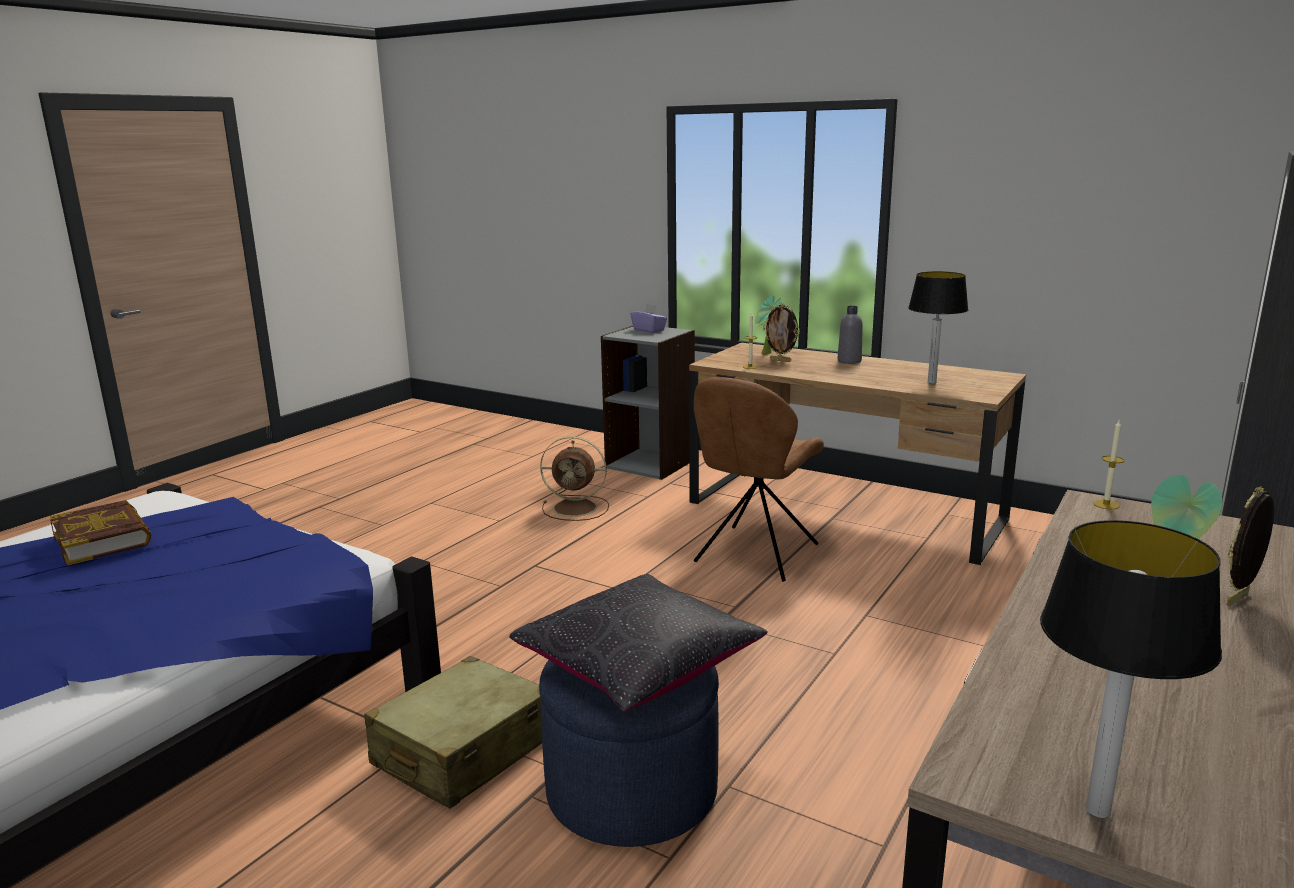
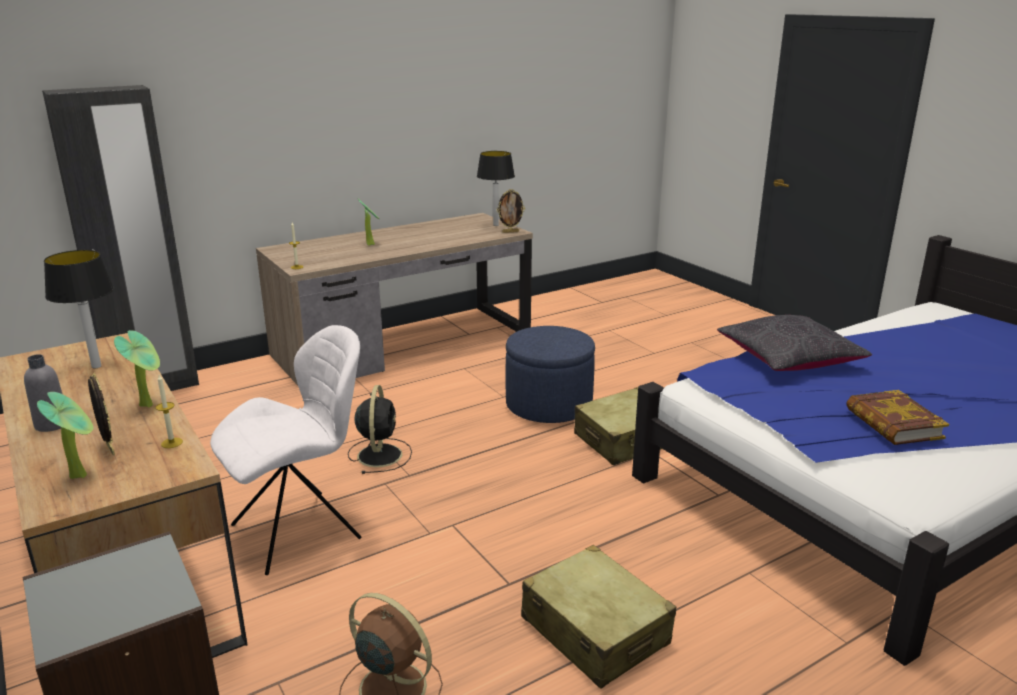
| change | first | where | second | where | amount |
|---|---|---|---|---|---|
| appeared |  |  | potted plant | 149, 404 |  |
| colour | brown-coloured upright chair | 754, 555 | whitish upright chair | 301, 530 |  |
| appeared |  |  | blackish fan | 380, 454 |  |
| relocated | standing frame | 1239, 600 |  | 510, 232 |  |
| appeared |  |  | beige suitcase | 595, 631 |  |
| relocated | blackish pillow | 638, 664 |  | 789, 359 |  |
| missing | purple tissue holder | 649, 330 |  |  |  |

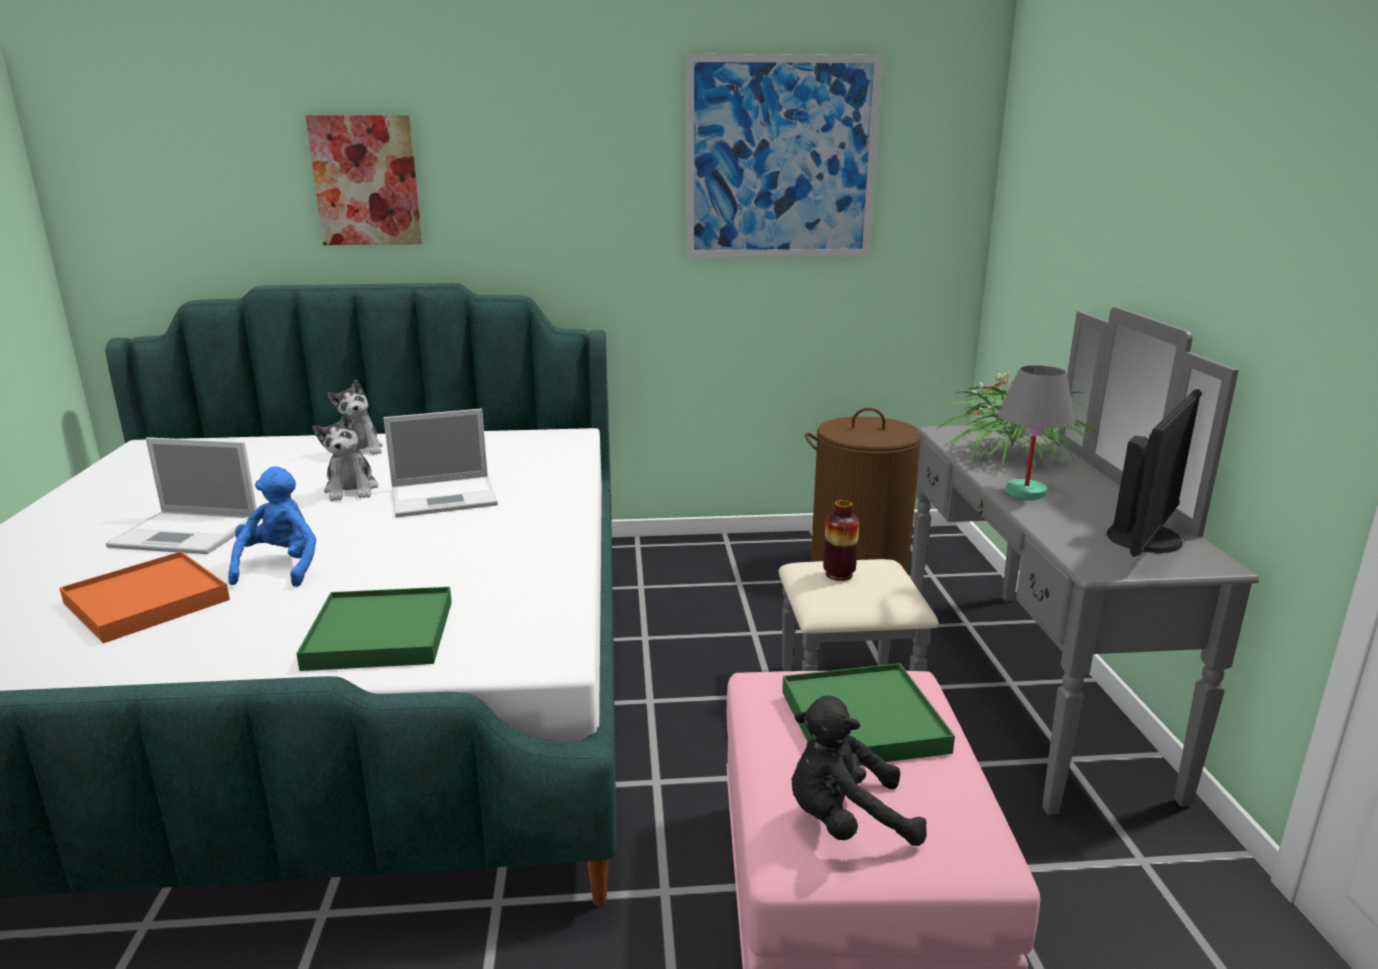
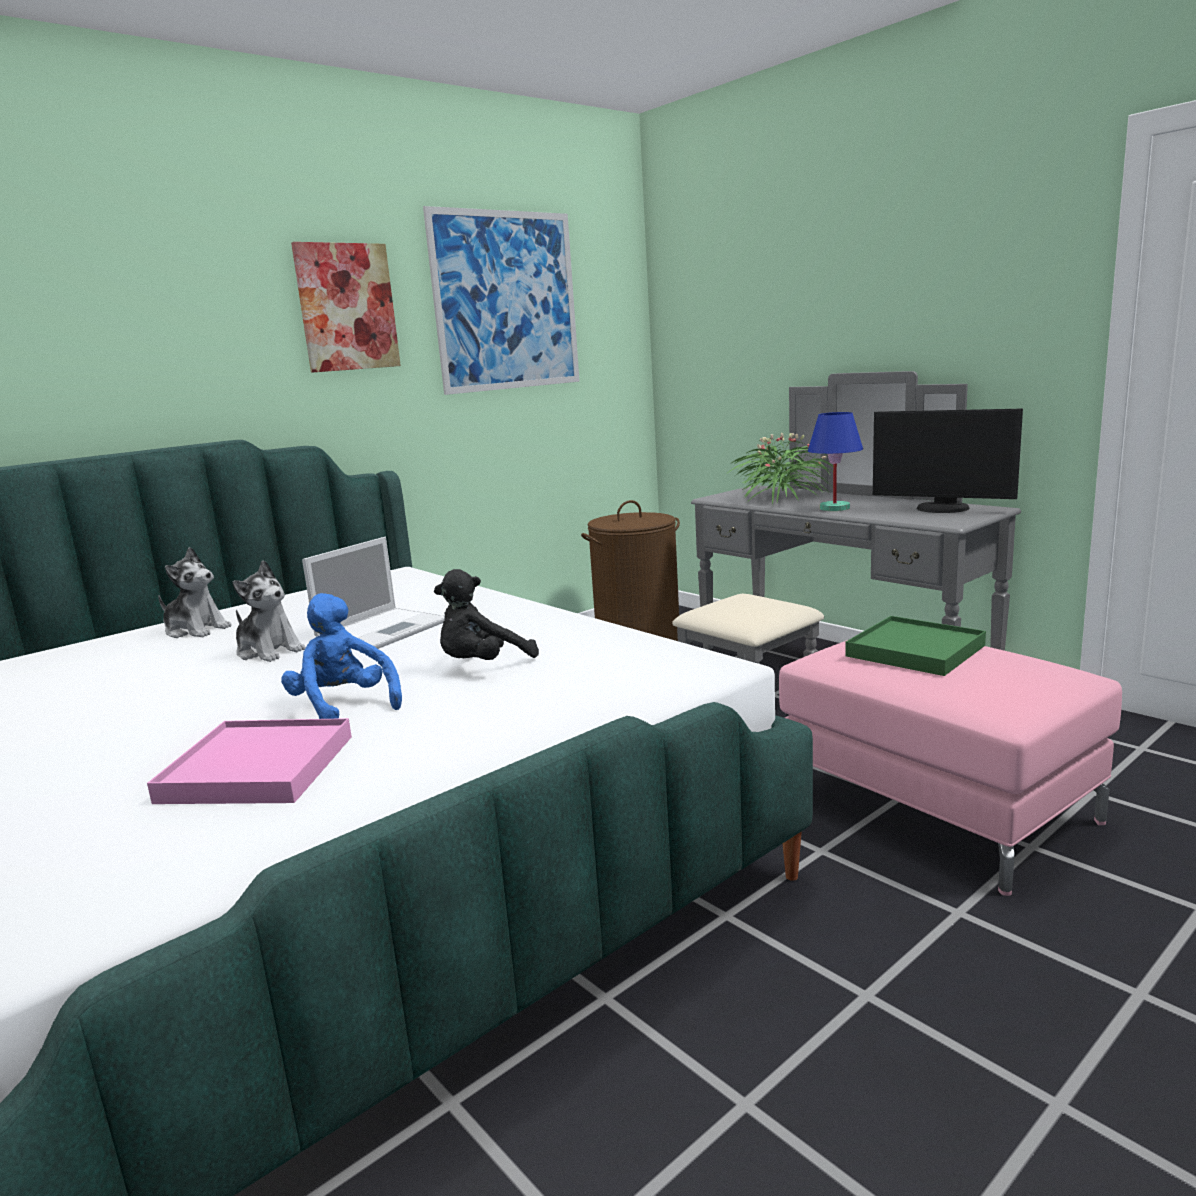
| change | first | where | second | where | amount |
|---|---|---|---|---|---|
| colour | orange tray | 146, 601 | pink-coloured tray | 257, 769 |  |
| relocated | wall picture | 366, 181 |  | 347, 307 |  |
| relocated | blackish cuddly toy | 845, 821 |  | 482, 665 |  |
| colour | greyish table lamp | 1026, 492 | blue-coloured table lamp | 835, 508 |  |
| spun | monitor | 1147, 539 |  | 942, 509 | 120 degrees clockwise |
| missing | notebook computer | 188, 533 |  |  |  |
| missing | greenish tray | 380, 635 |  |  |  |
| missing | decorative vase | 839, 574 |  |  |  |

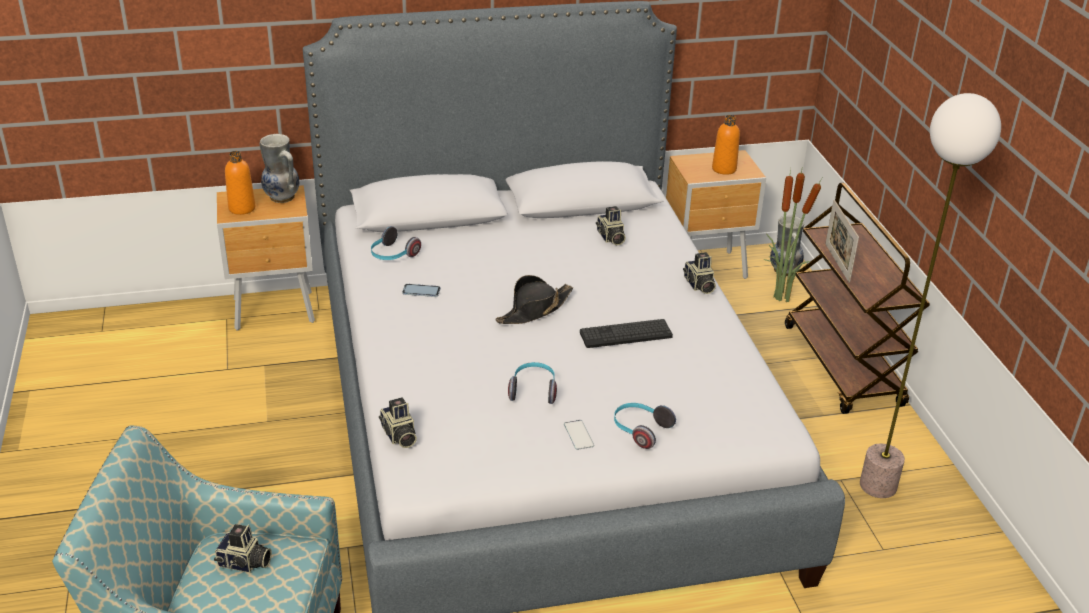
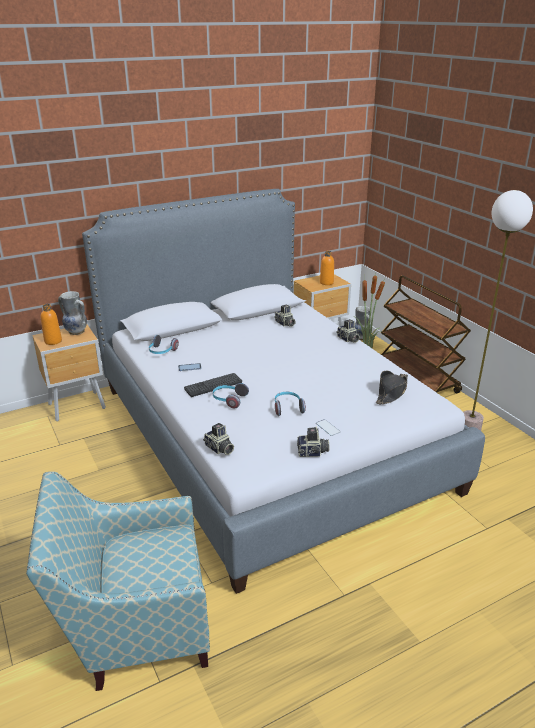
| change | first | where | second | where | amount |
|---|---|---|---|---|---|
| relocated | keyboard | 625, 334 |  | 213, 385 |  |
| relocated | headphones | 640, 430 |  | 229, 400 |  |
| relocated | photo camera | 244, 563 |  | 312, 452 |  |
| relocated | blackish wearable hat | 534, 310 |  | 391, 392 |  |
| missing | standing frame | 837, 262 |  |  |  |

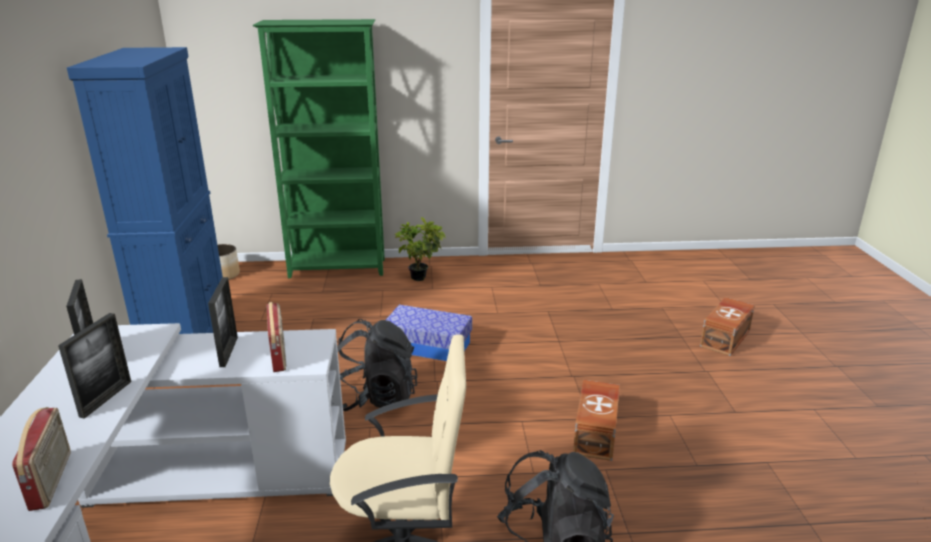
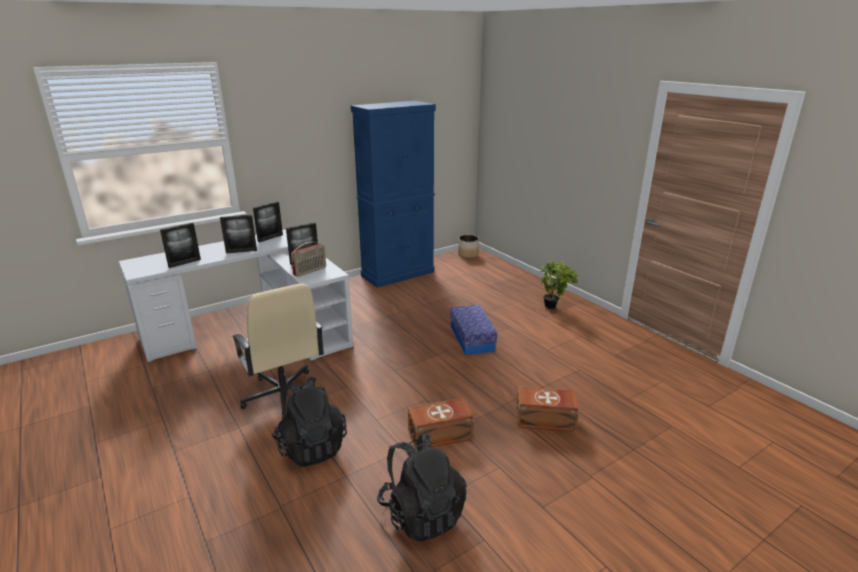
| change | first | where | second | where | amount |
|---|---|---|---|---|---|
| exchanged | radio | 52, 480 | standing frame | 184, 263 |  |
| relocated | blackish knapsack | 375, 398 |  | 421, 513 |  |
| relocated | brown-coloured storage container | 726, 338 |  | 546, 420 |  |
| missing | greenish bookcase | 338, 269 |  |  |  |

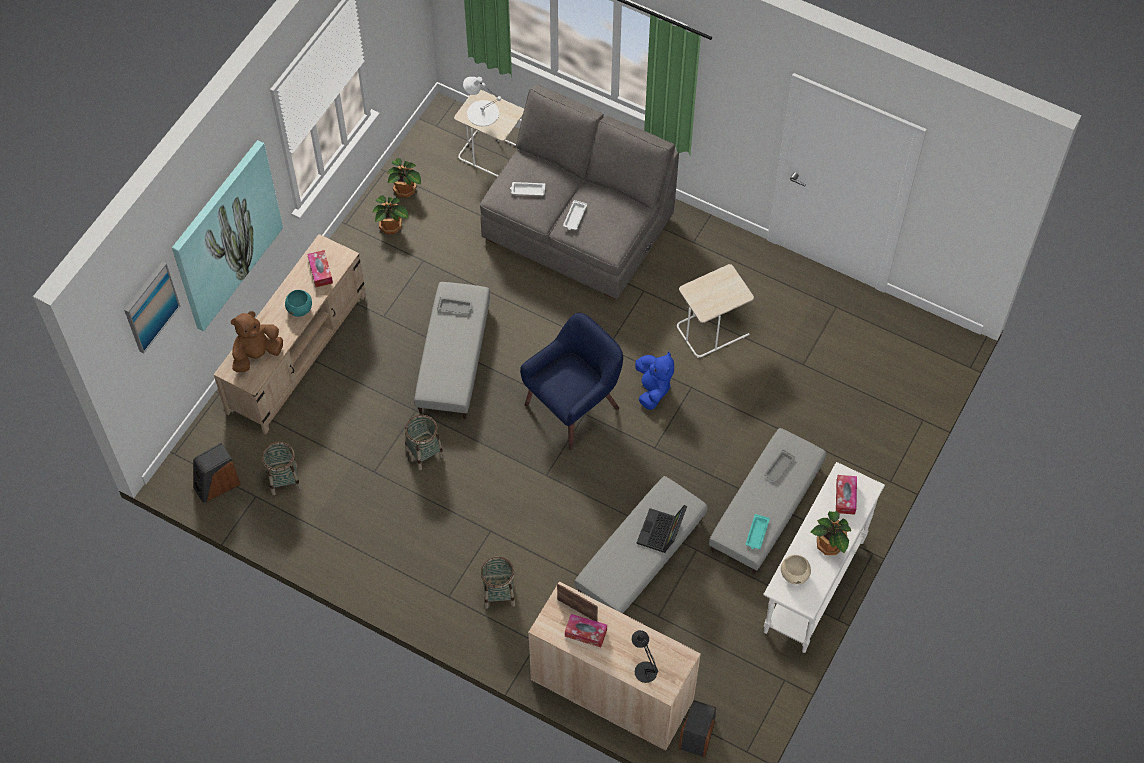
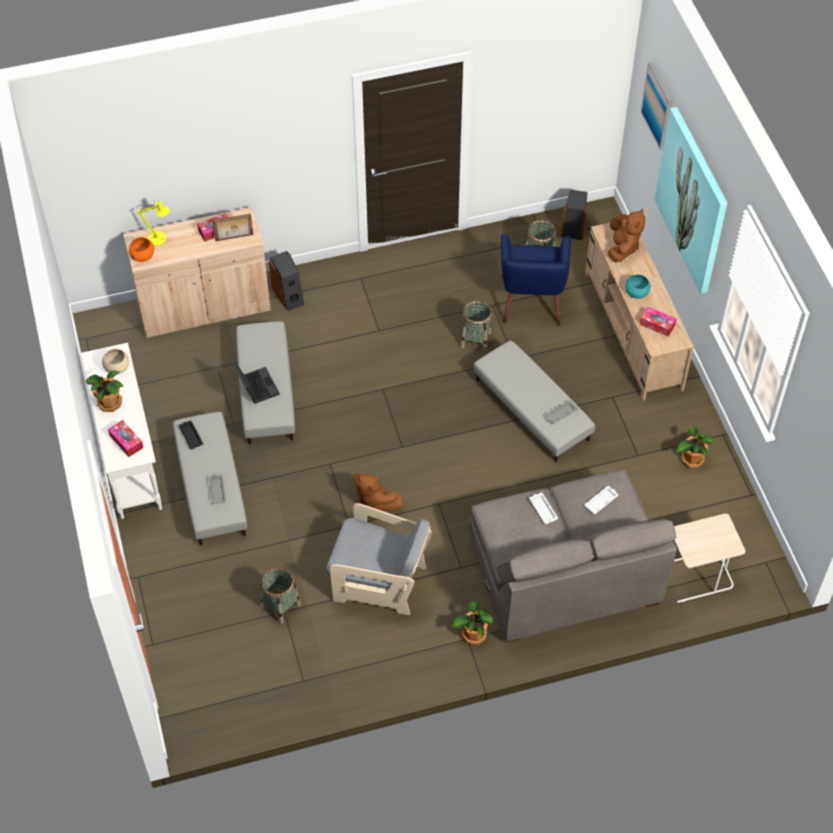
| change | first | where | second | where | amount |
|---|---|---|---|---|---|
| appeared |  |  | orange deep dish | 143, 256 |  |
| colour | blackish table lamp | 644, 669 | yellow-coloured table lamp | 159, 239 |  |
| colour | blue-green tray | 757, 533 | blackish tray | 190, 436 |  |
| relocated | household basket | 499, 593 |  | 280, 606 |  |
| relocated | speaker | 697, 733 |  | 288, 295 |  |
| exchanged | beige end table | 712, 329 | greyish lounge chair | 379, 581 |  |
| colour | blue-coloured cuddly toy | 653, 389 | brown-coloured cuddly toy | 374, 501 |  |
| relocated | potted plant | 405, 190 |  | 473, 634 |  |
| relocated | blue-coloured lounge chair | 573, 406 |  | 531, 301 |  |
| missing | whitish table lamp | 482, 113 |  |  |  |

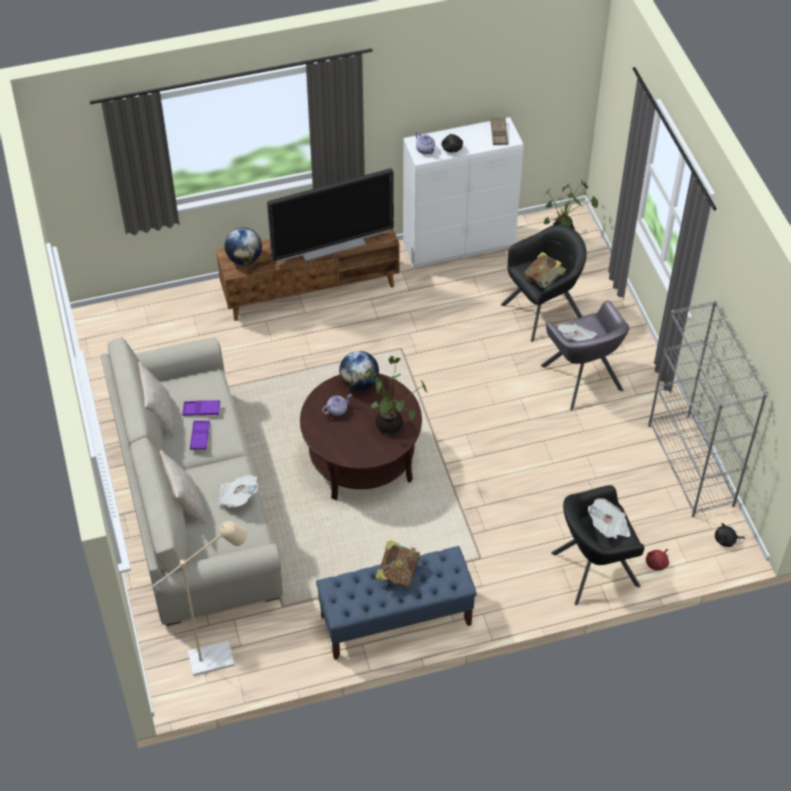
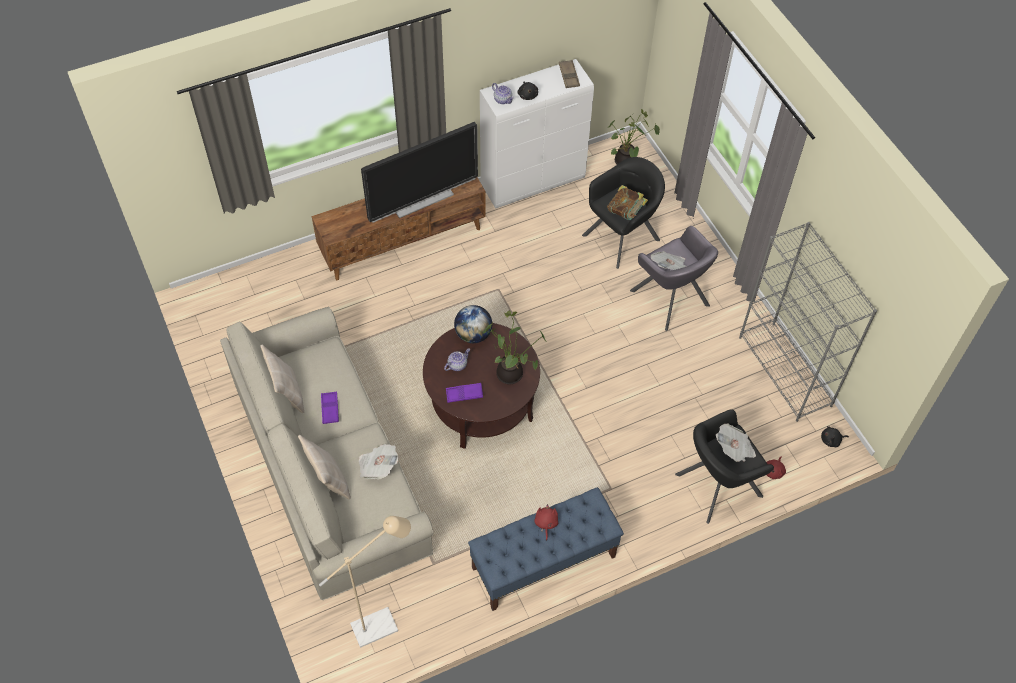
| change | first | where | second | where | amount |
|---|---|---|---|---|---|
| relocated | purple tray | 201, 410 |  | 464, 394 |  |
| exchanged | bound book | 398, 573 | reddish cuddly toy | 546, 523 |  |
| missing | globe | 244, 259 |  |  |  |

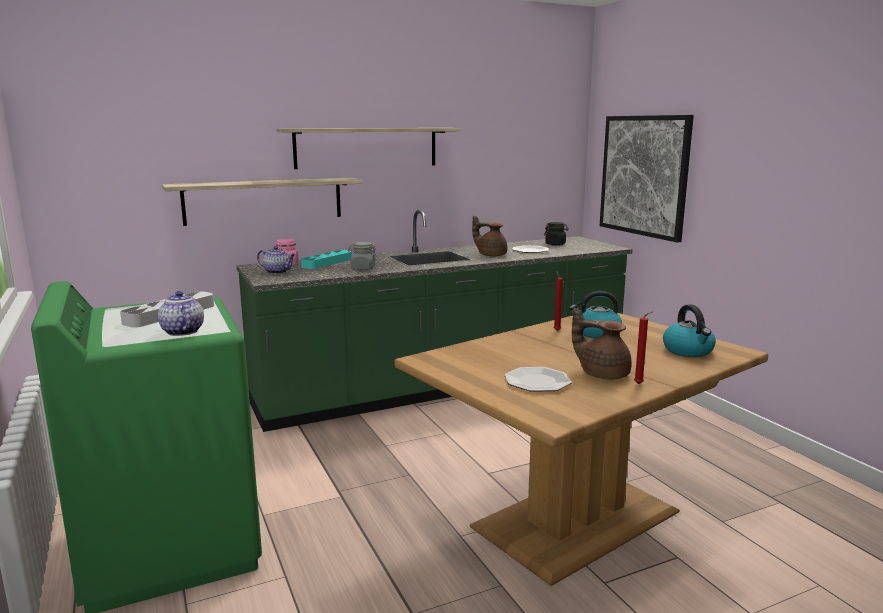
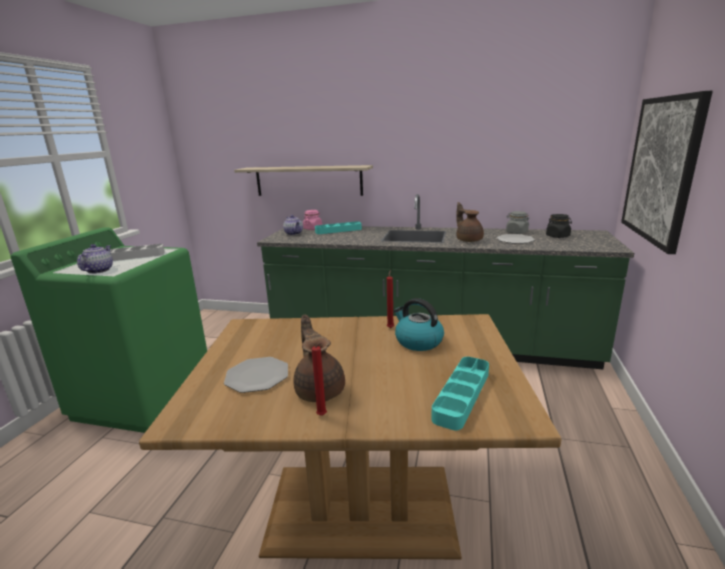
| change | first | where | second | where | amount |
|---|---|---|---|---|---|
| exchanged | kettle | 688, 351 | blue-green tray | 461, 395 |  |
| relocated | greyish preserve jar | 363, 268 |  | 516, 232 |  |
| missing | bracket shelf | 367, 147 |  |  |  |

